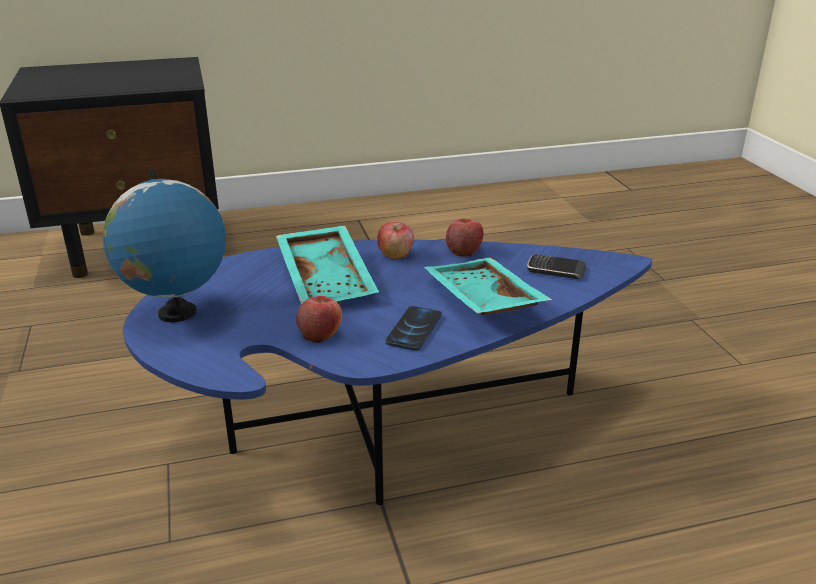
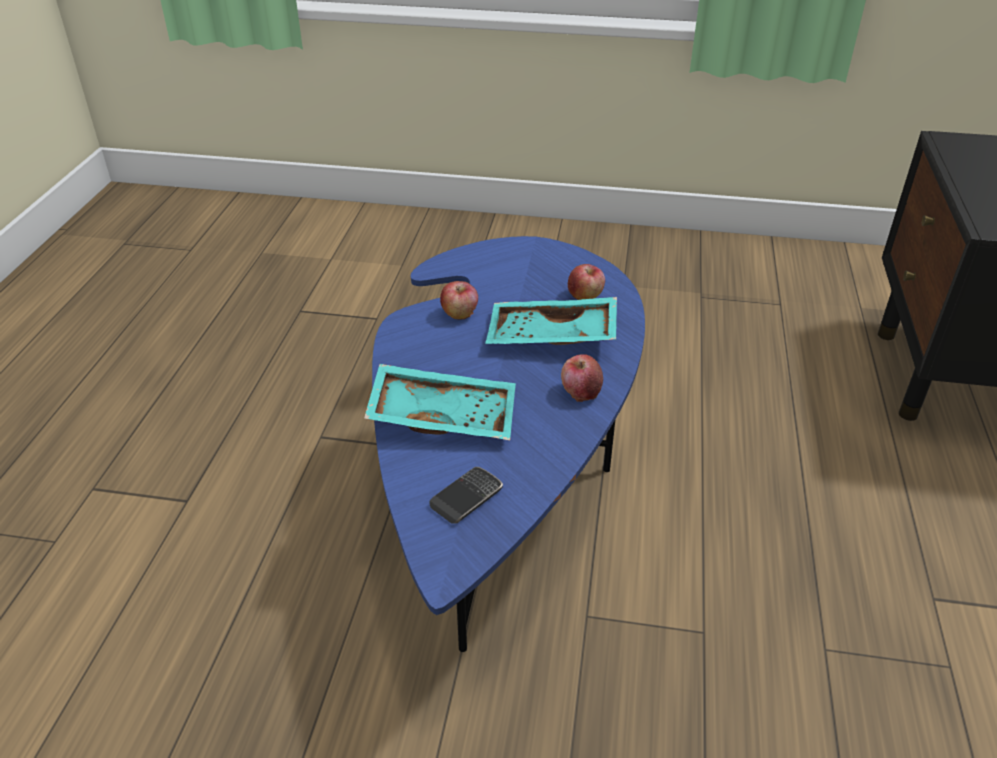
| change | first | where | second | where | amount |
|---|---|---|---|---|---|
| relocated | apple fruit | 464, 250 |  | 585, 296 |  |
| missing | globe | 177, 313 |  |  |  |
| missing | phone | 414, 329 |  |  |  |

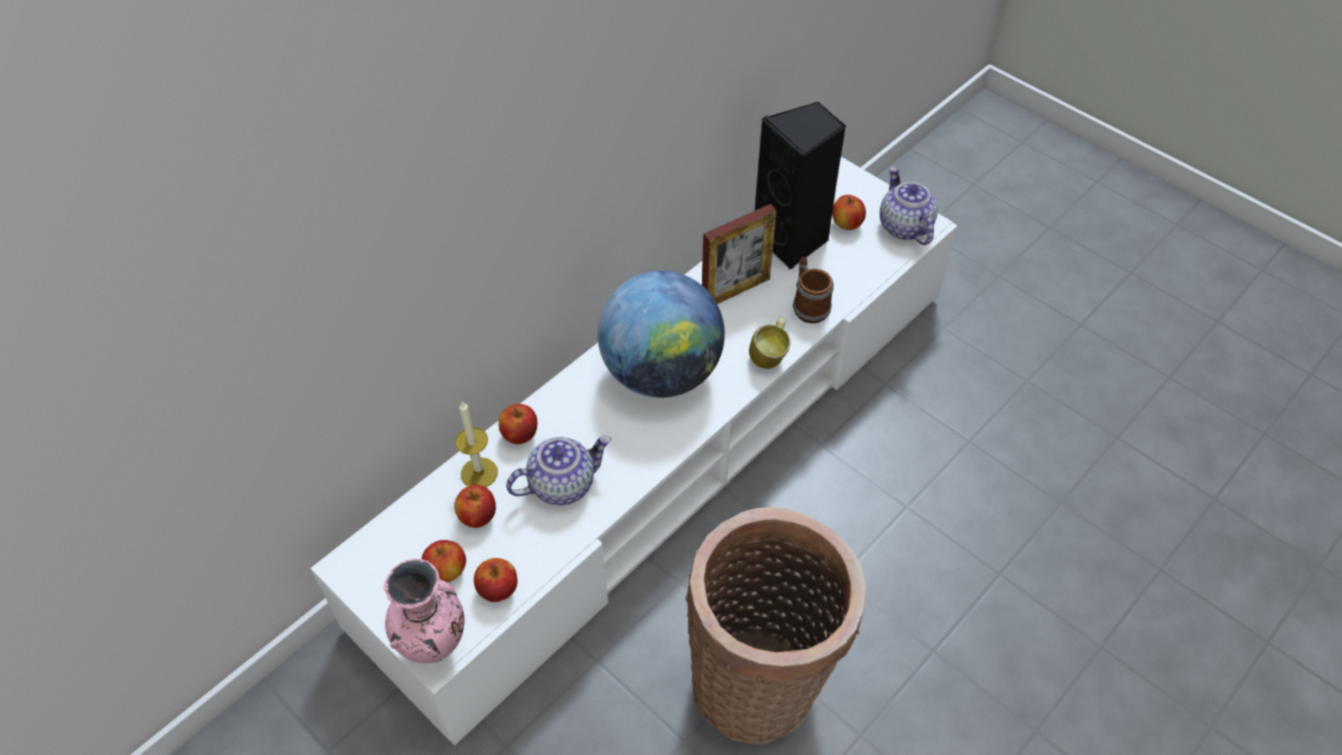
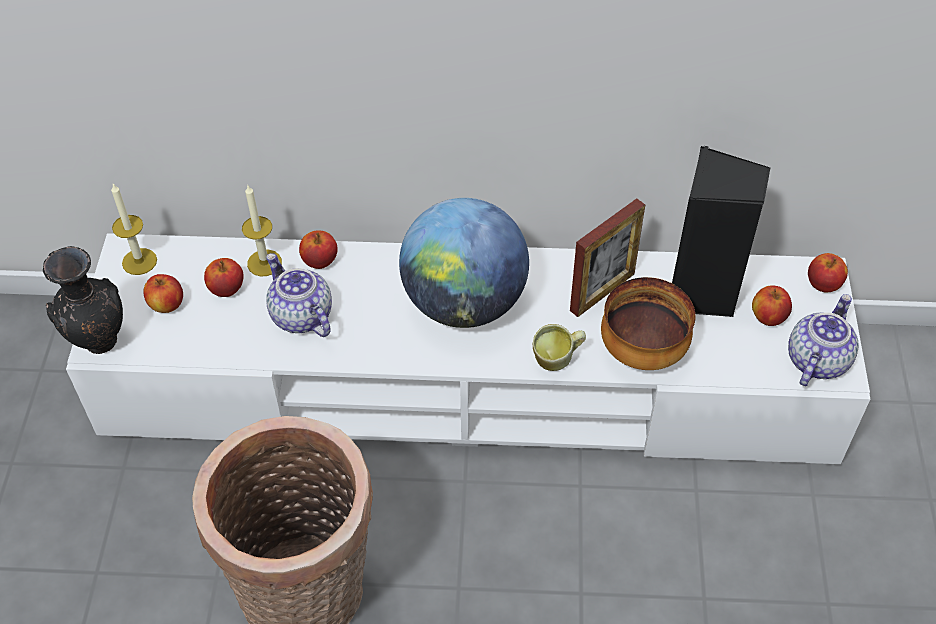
| change | first | where | second | where | amount |
|---|---|---|---|---|---|
| colour | pink-coloured decorative vase | 436, 649 | blackish decorative vase | 100, 345 |  |
| appeared |  |  | wax candle | 139, 261 |  |
| spun | teapot | 562, 484 |  | 300, 316 | 150 degrees counterclockwise |
| spun | standing frame | 735, 290 |  | 602, 292 | 60 degrees counterclockwise |
| exchanged | tea mug | 808, 305 | deep dish | 642, 350 |  |
| relocated | apple fruit | 498, 589 |  | 823, 284 |  |

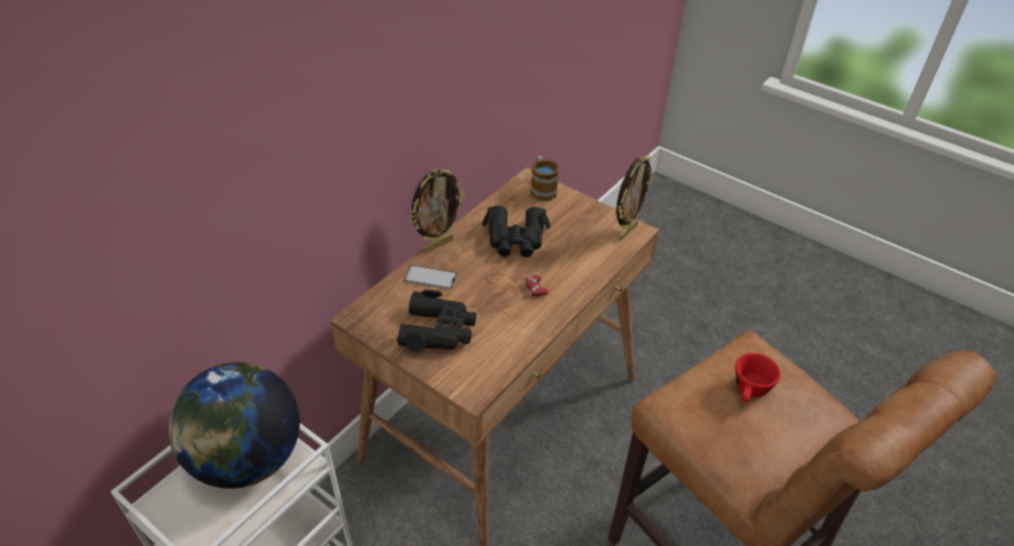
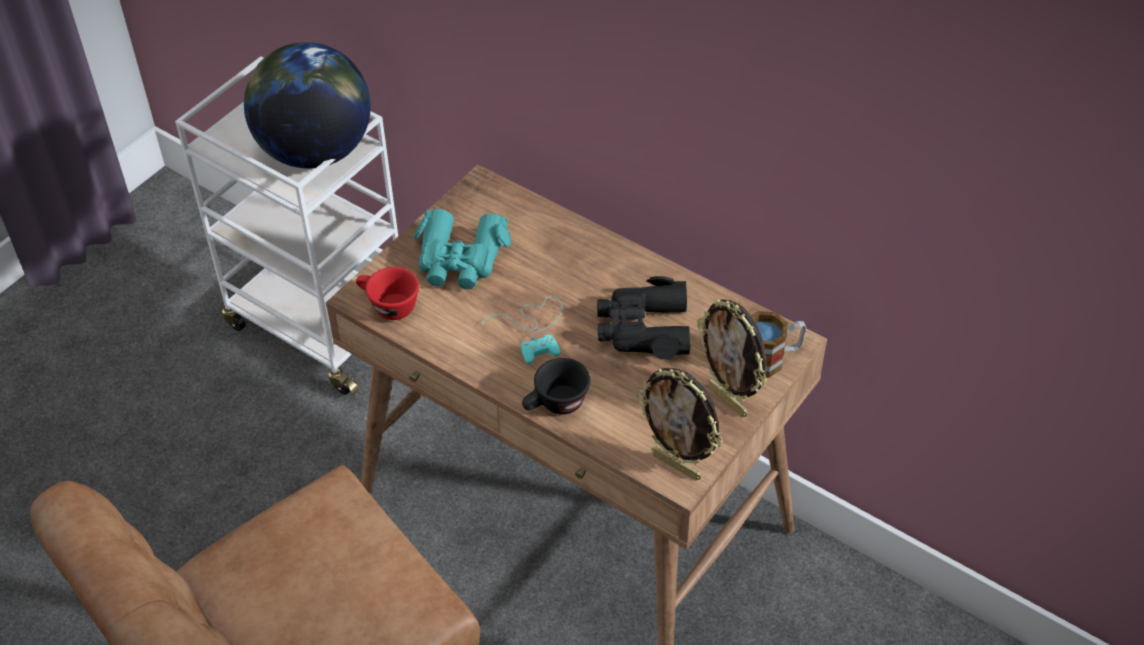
| change | first | where | second | where | amount |
|---|---|---|---|---|---|
| relocated | reddish small cup | 750, 391 |  | 388, 306 |  |
| colour | blackish pair of binoculars | 438, 330 | blue-green pair of binoculars | 460, 259 |  |
| colour | reddish game controller | 513, 290 | blue-green game controller | 535, 329 |  |
| appeared |  |  | blackish small cup | 555, 405 |  |
| relocated | standing frame | 438, 244 |  | 728, 400 |  |
| missing | phone | 431, 277 |  |  |  |

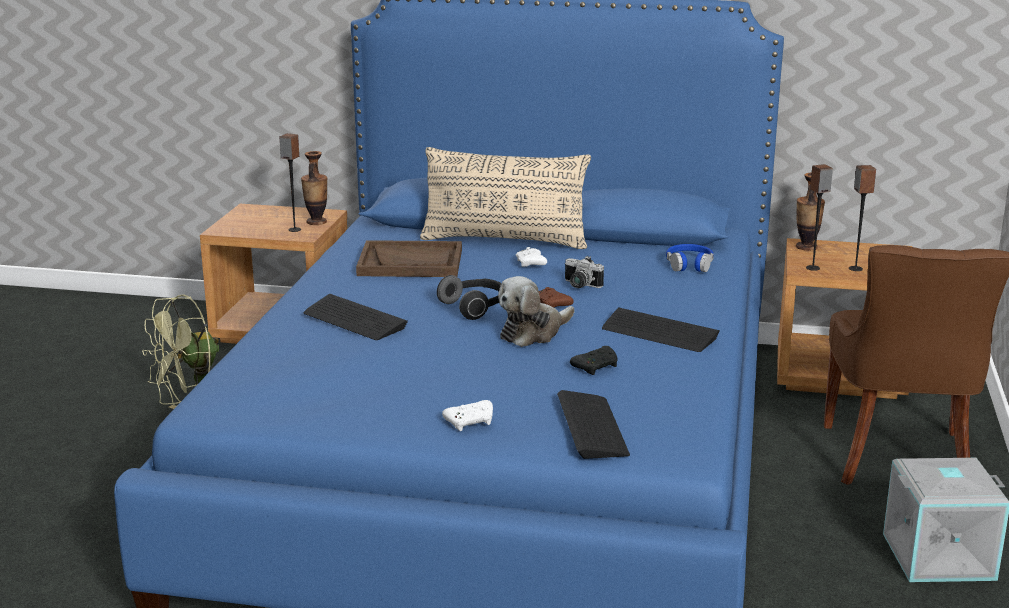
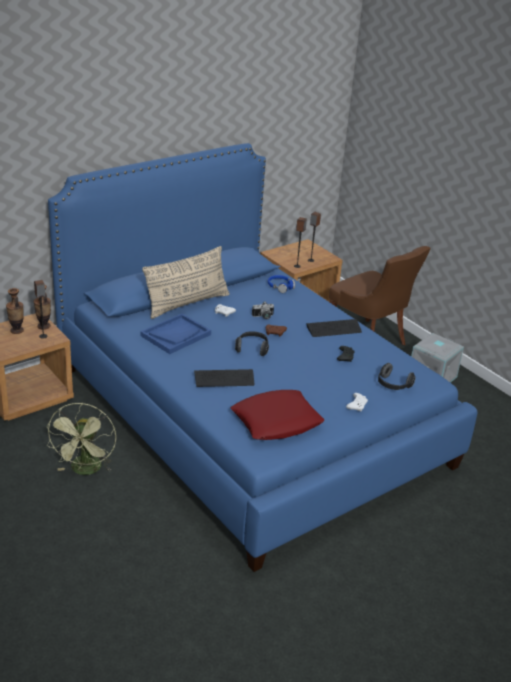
| change | first | where | second | where | amount |
|---|---|---|---|---|---|
| relocated | decorative vase | 806, 247 |  | 17, 330 |  |
| colour | brown-coloured tray | 411, 262 | blue-coloured tray | 176, 335 |  |
| appeared |  |  | reddish pillow | 276, 421 |  |
| exchanged | keyboard | 592, 427 | headphones | 393, 385 |  |
| missing | cuddly toy | 533, 333 |  |  |  |

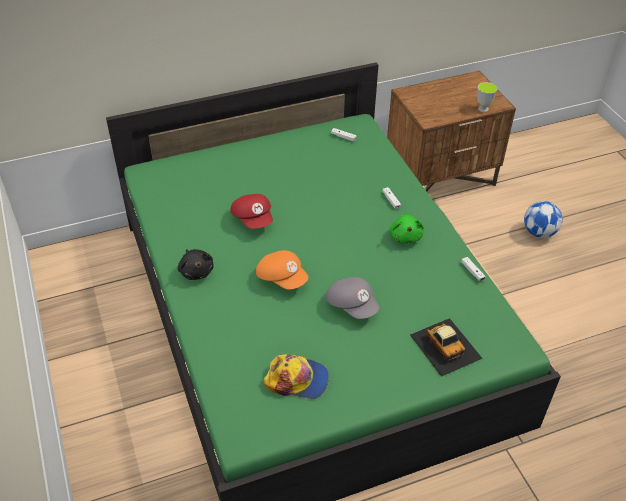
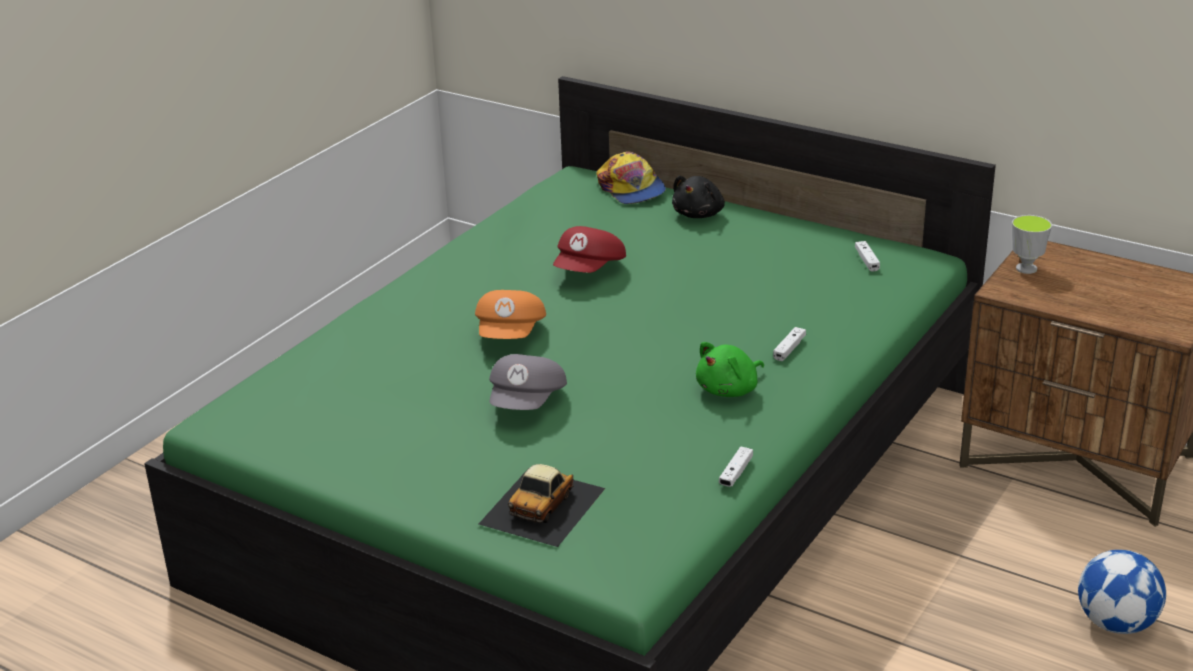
| change | first | where | second | where | amount |
|---|---|---|---|---|---|
| relocated | peaked cap | 297, 379 |  | 631, 189 |  |
| relocated | blackish cuddly toy | 196, 271 |  | 699, 214 |  |
| relocated | small cup | 483, 109 |  | 1026, 268 |  |

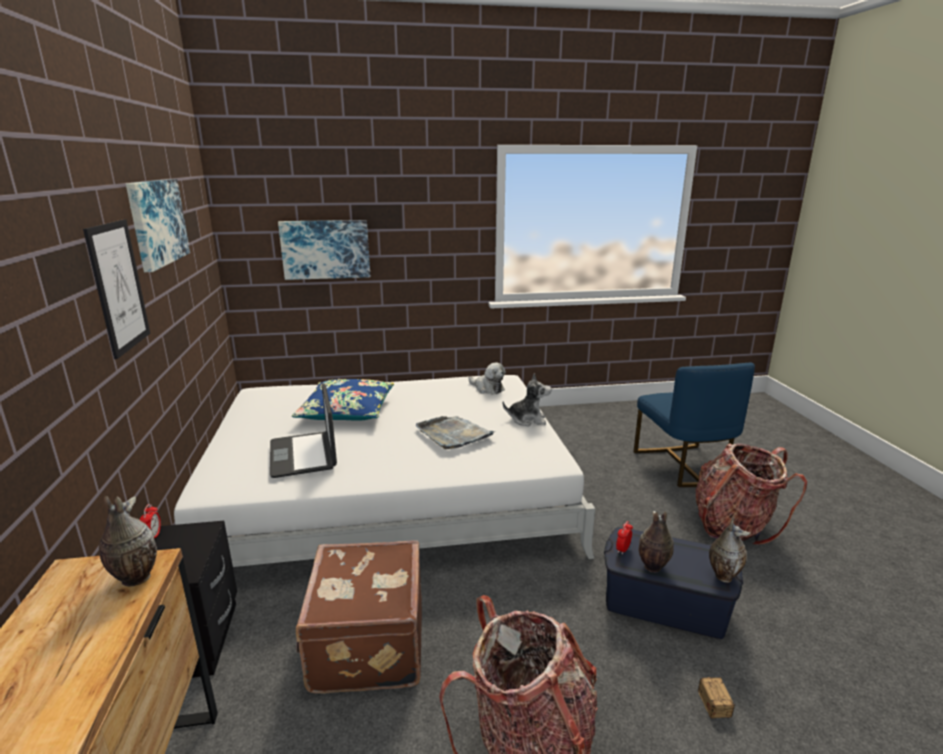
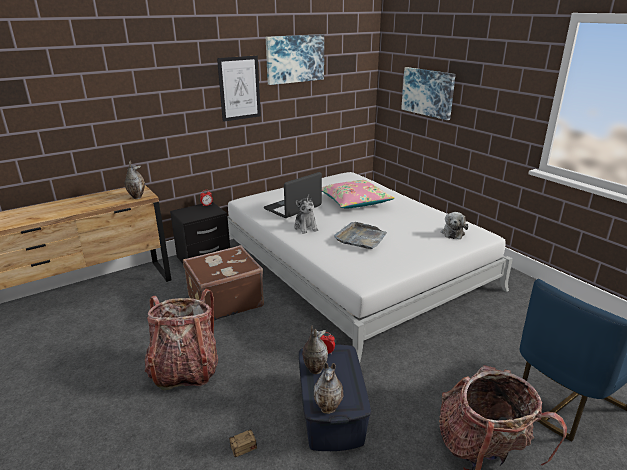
| change | first | where | second | where | amount |
|---|---|---|---|---|---|
| relocated | cuddly toy | 527, 420 |  | 306, 227 |  |
| colour | blue-coloured pillow | 347, 411 | pink-coloured pillow | 355, 202 |  |

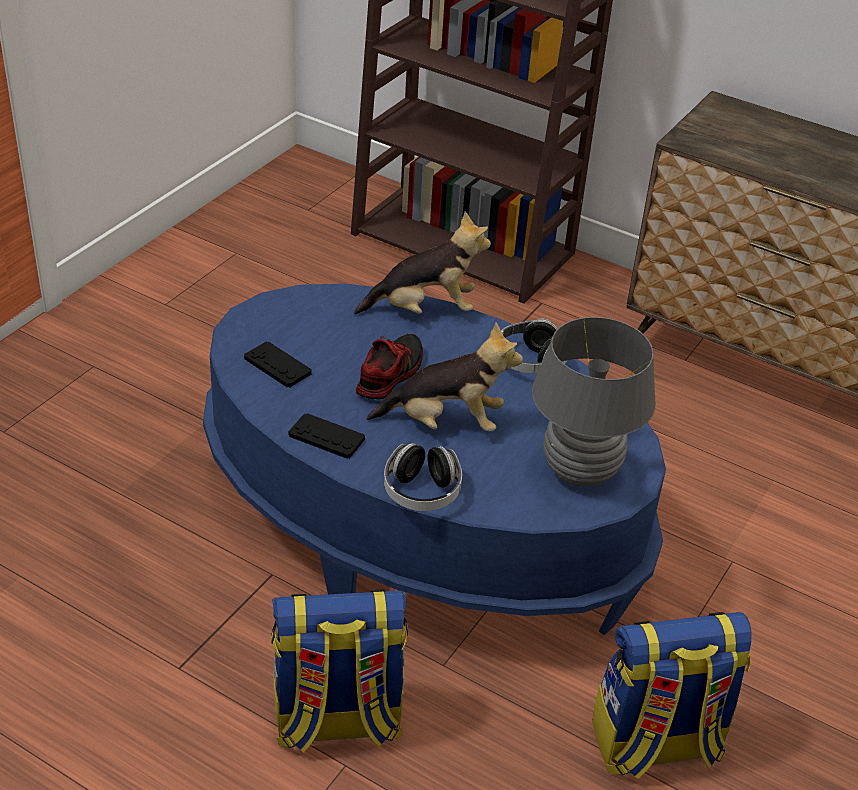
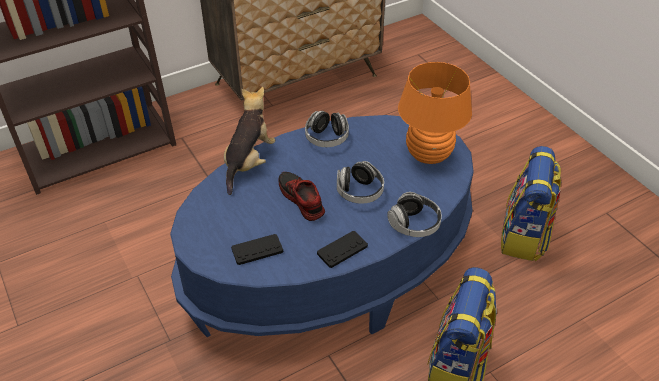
| change | first | where | second | where | amount |
|---|---|---|---|---|---|
| exchanged | cuddly toy | 445, 422 | headphones | 359, 192 |  |
| colour | greyish table lamp | 580, 471 | orange table lamp | 428, 155 |  |

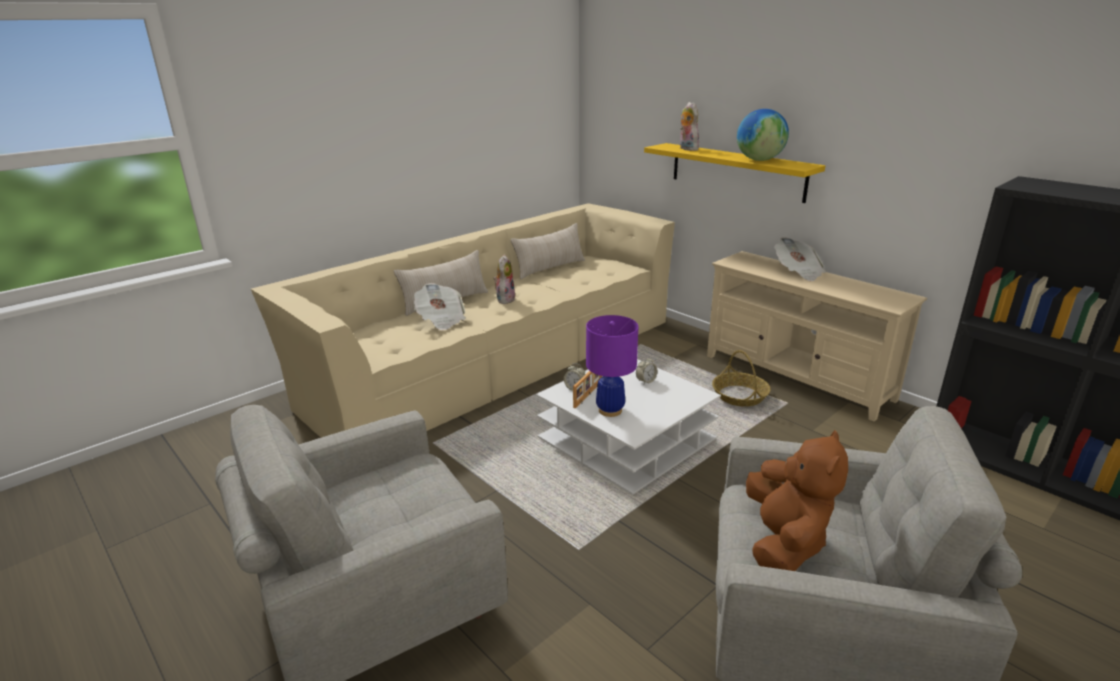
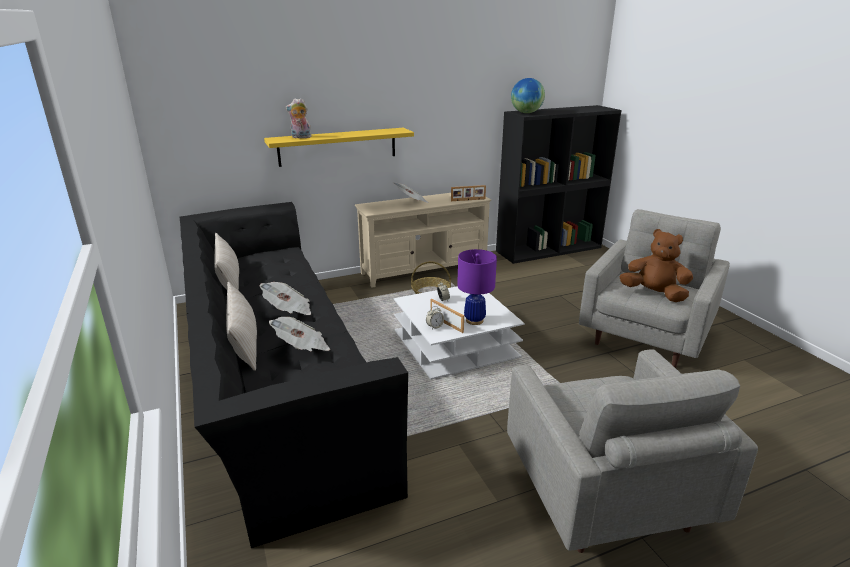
| change | first | where | second | where | amount |
|---|---|---|---|---|---|
| colour | beige sofa | 495, 358 | blackish sofa | 275, 377 |  |
| exchanged | cuddly toy | 505, 299 | newspaper | 288, 310 |  |
| appeared |  |  | standing frame | 468, 200 |  |
| relocated | globe | 759, 160 |  | 526, 113 |  |

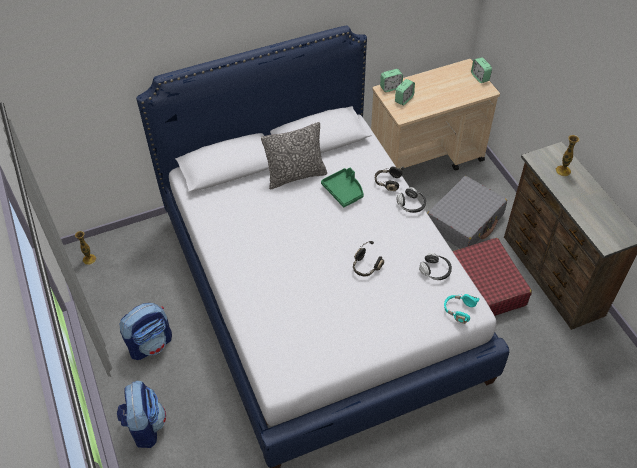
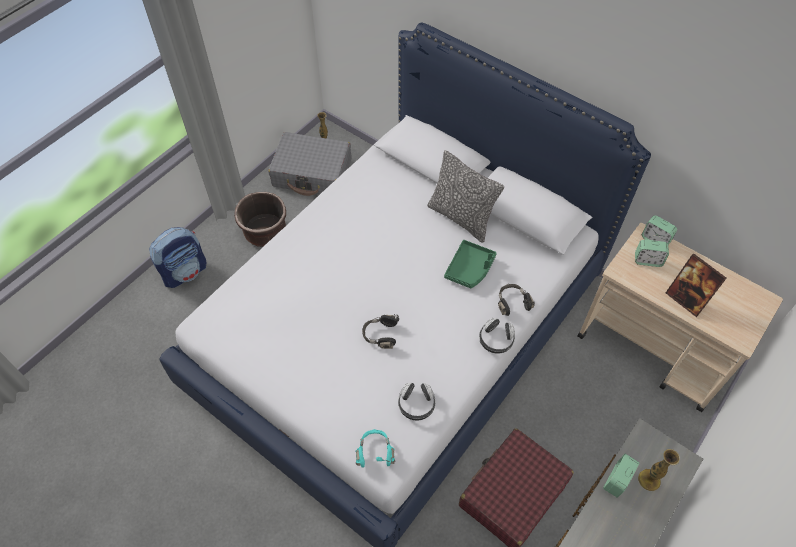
| change | first | where | second | where | amount |
|---|---|---|---|---|---|
| exchanged | knapsack | 151, 344 | brown-coloured planter | 265, 232 |  |
| relocated | greyish suitcase | 464, 221 |  | 312, 173 |  |
| relocated | alarm clock | 480, 77 |  | 617, 480 |  |
| appeared |  |  | standing frame | 686, 300 |  |

